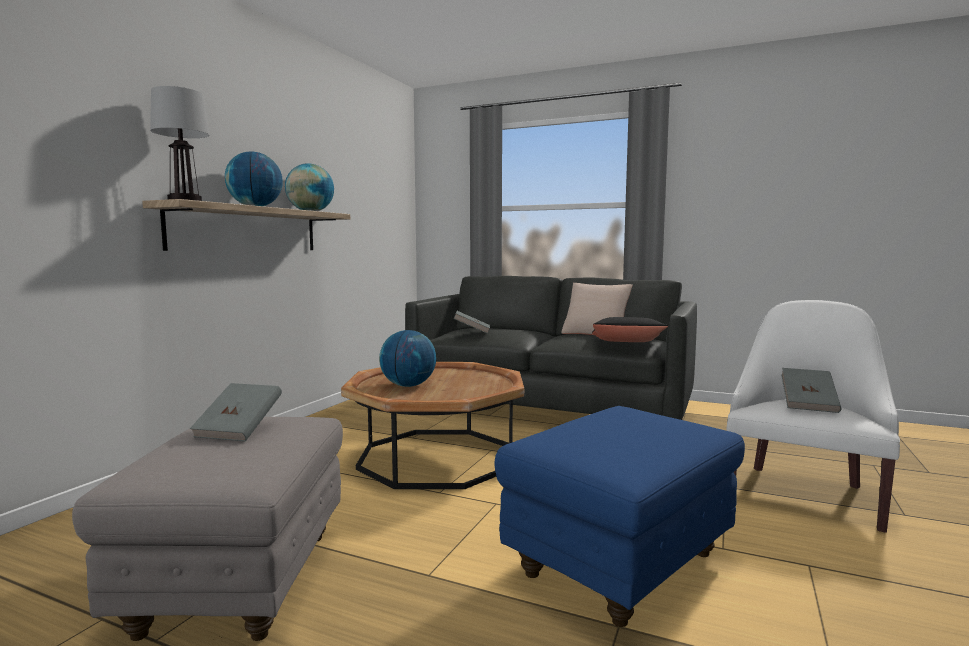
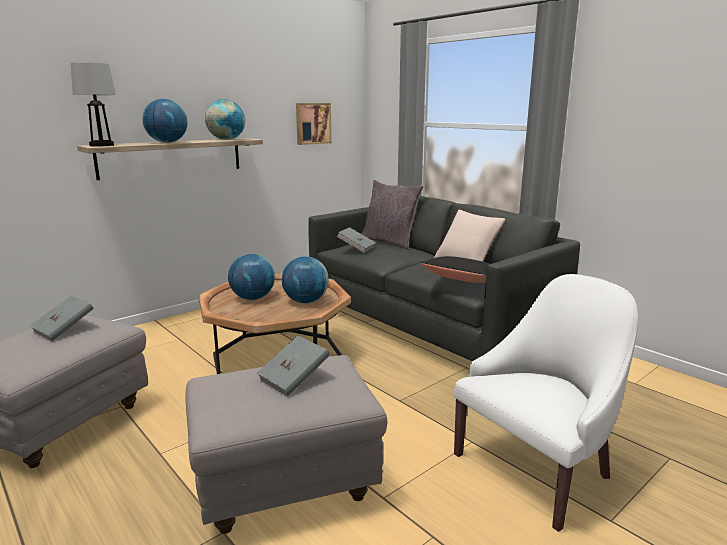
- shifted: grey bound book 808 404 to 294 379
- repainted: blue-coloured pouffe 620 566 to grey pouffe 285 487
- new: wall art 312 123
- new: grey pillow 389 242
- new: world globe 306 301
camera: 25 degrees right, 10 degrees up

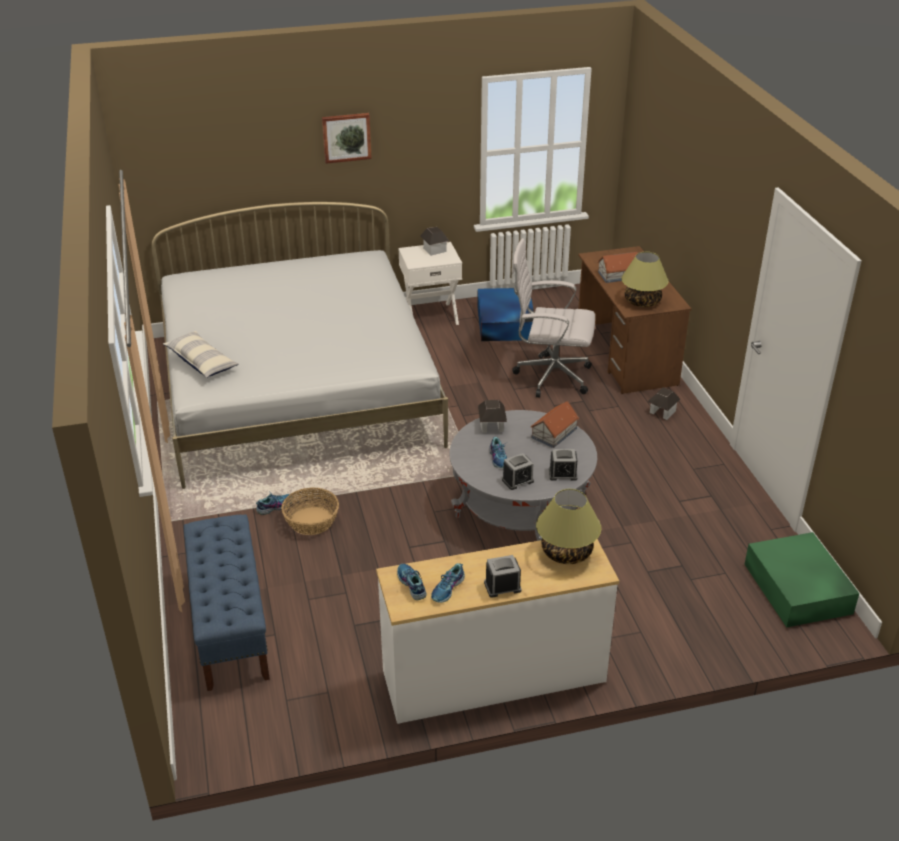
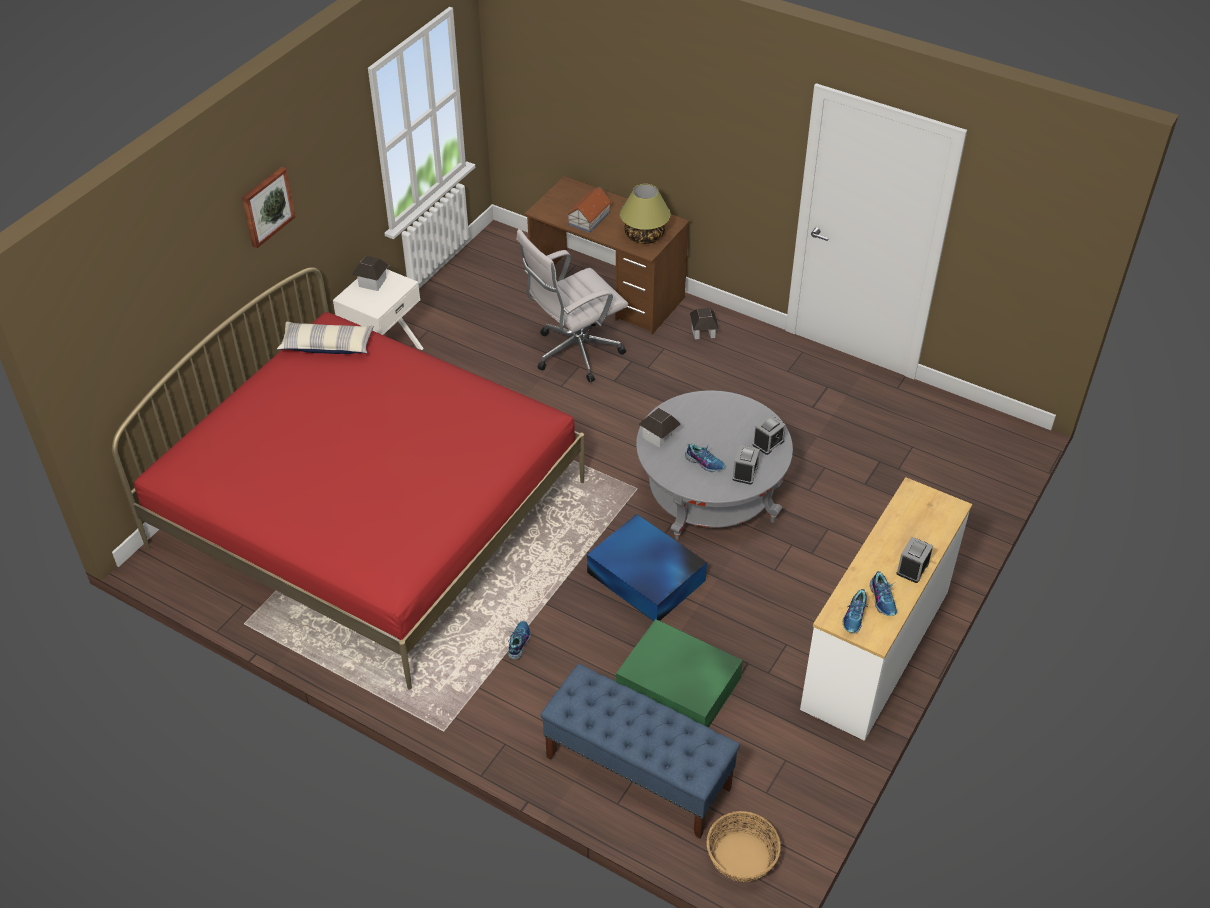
- repainted: white sleeping bed 298 389 to red sleeping bed 369 514
- shifted: blue-coloured storage box 505 323 to 647 578
- shifted: pillow 202 362 to 327 345
- gone: miniature house 554 433
- shifted: household basket 312 521 to 742 856
- gone: table lamp 567 552
- shifted: green storage box 797 589 to 679 686
- rotated: item of footwear 411 585 = 855 616 90 degrees counterclockwise
camera: 45 degrees left, 10 degrees up

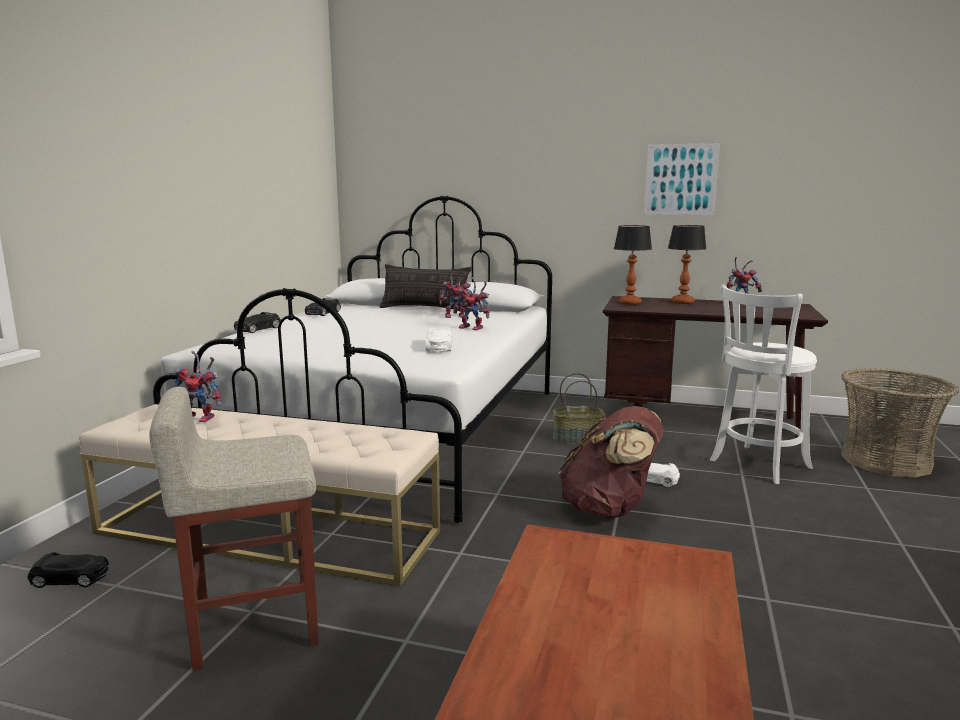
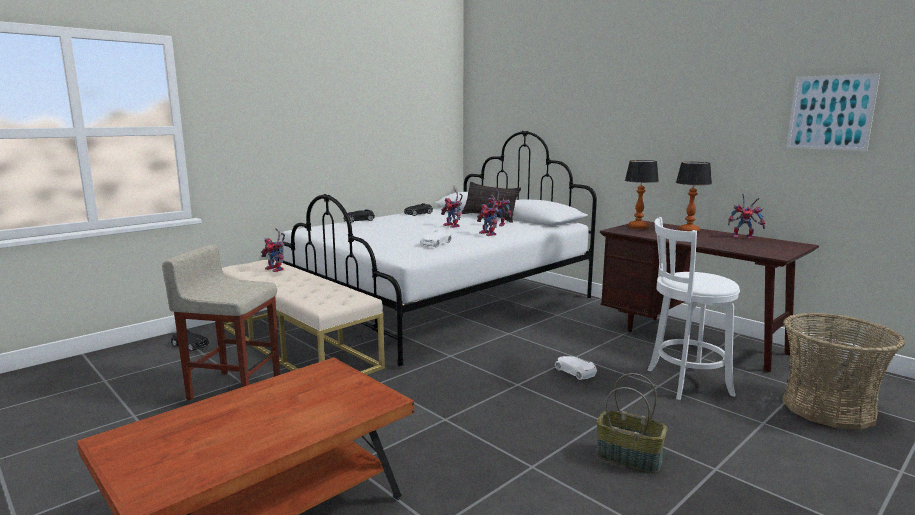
- shifted: wall art 681 179 to 830 112
- shifted: household basket 578 439 to 629 457
- gone: brown backpack 609 509
- new: model robot 453 226
camera: 30 degrees right, 0 degrees up

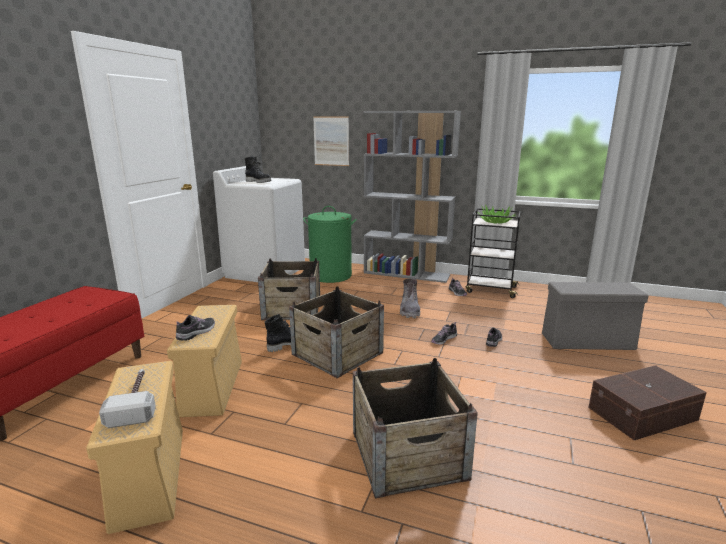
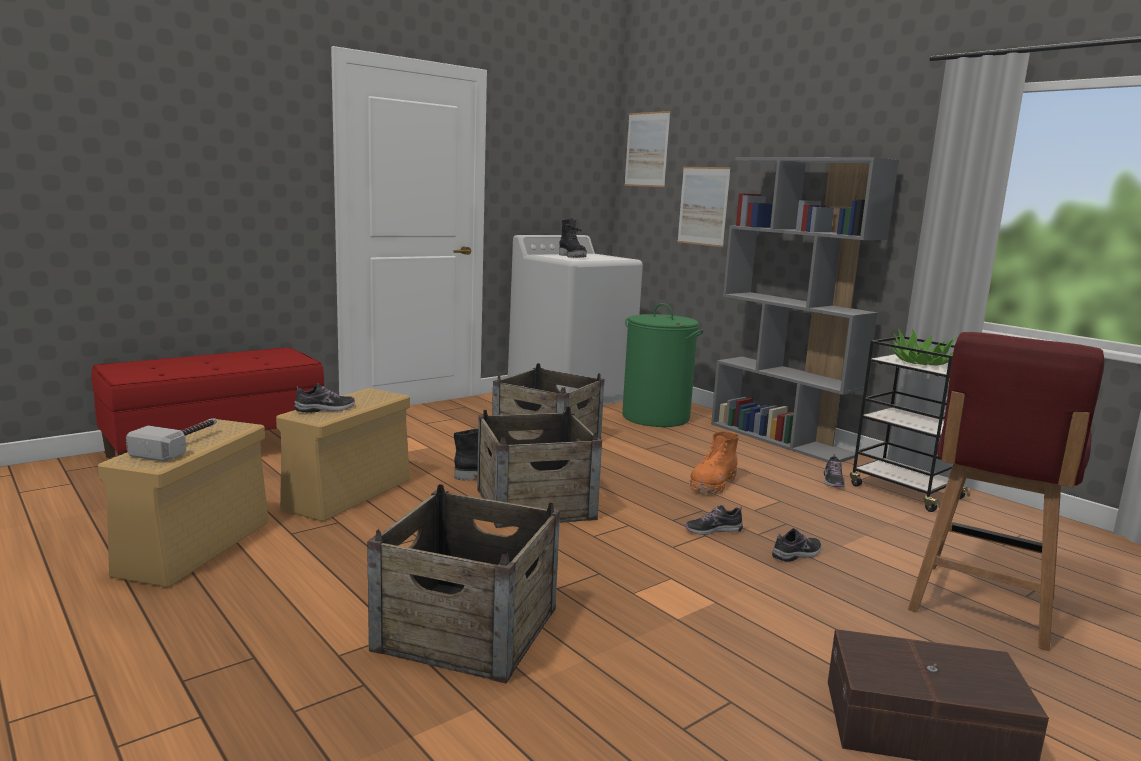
- repainted: grey high-top boot 409 311 to orange-coloured high-top boot 712 484
- swapped: grey storage box 586 341 to red plain chair 981 605
- new: wall art 647 149
camera: 30 degrees right, 5 degrees down

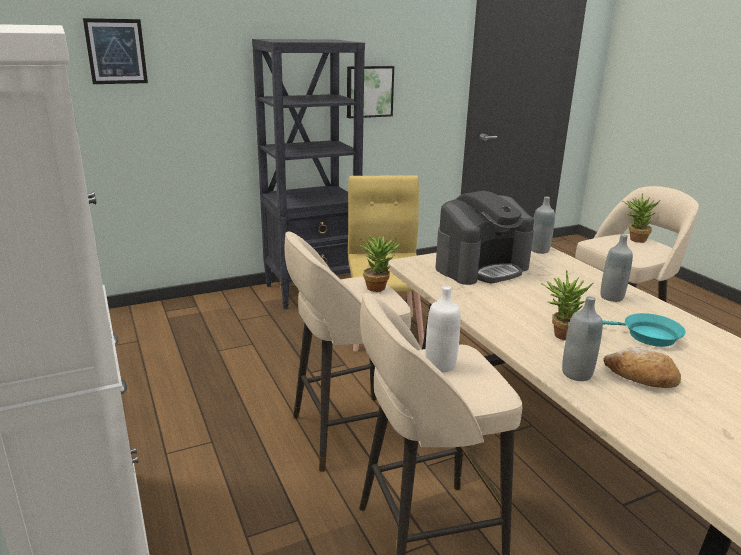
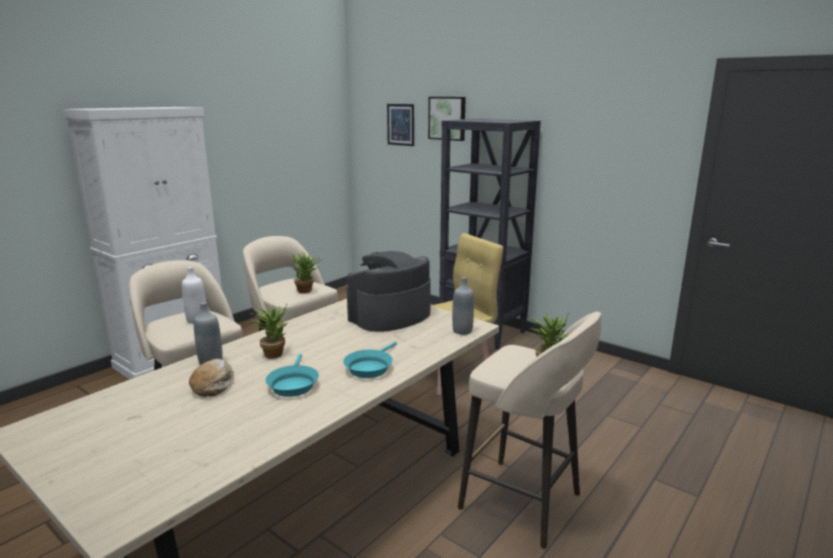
- shifted: wall art 369 91 to 447 118
- rotated: coffee machine 481 267 = 390 316 105 degrees clockwise
- swapped: grey drink bottle 611 297 to blue-green pan 370 367
camera: 65 degrees right, 5 degrees down

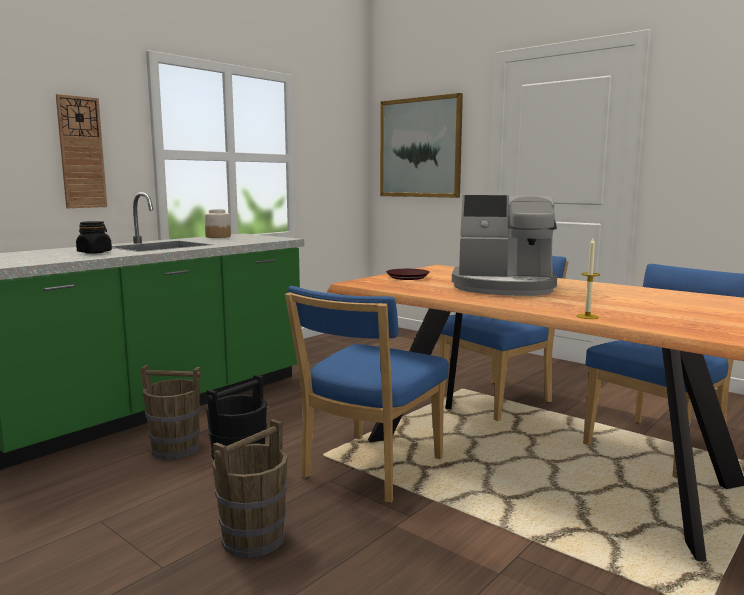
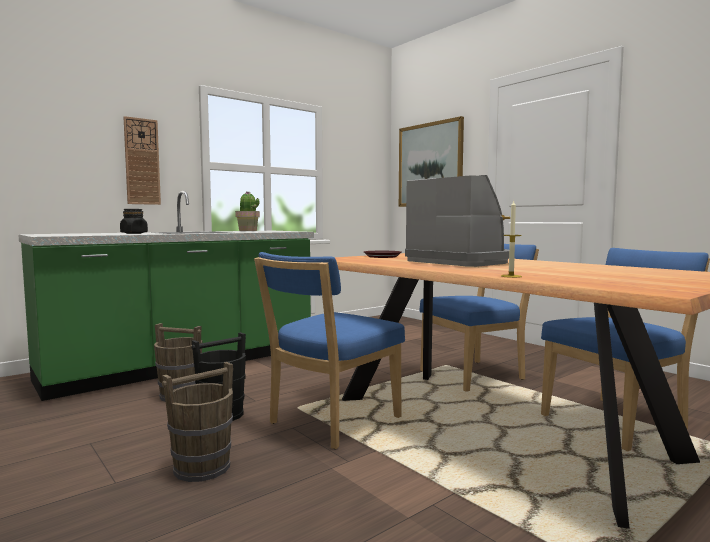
- rotated: coffee machine 504 287 = 459 262 150 degrees counterclockwise
- swapped: storage jar 218 236 to potted plant 248 230
camera: 10 degrees right, 5 degrees down

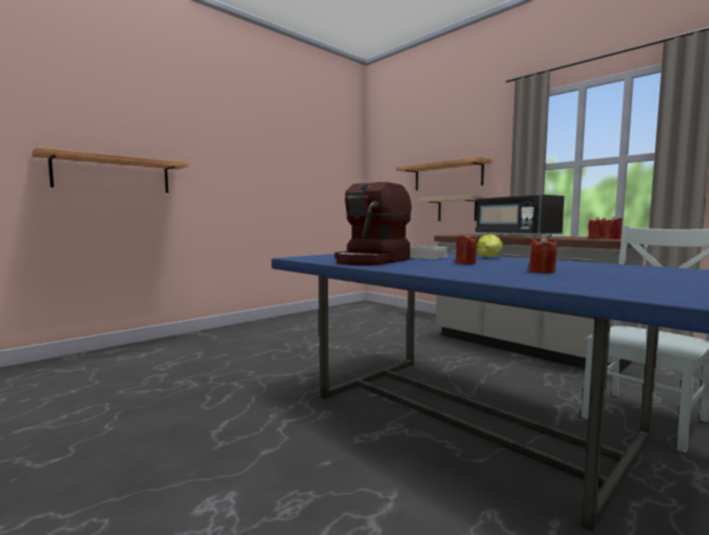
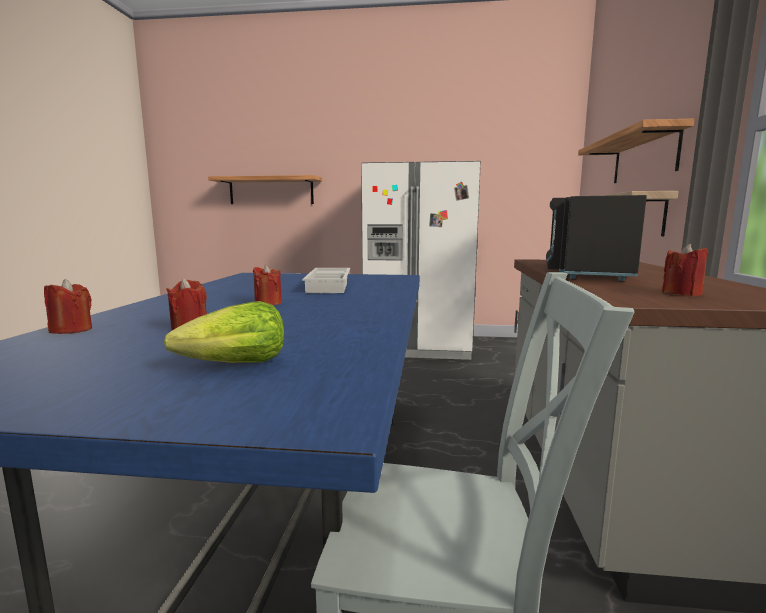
- gone: coffee machine 373 261
- shifted: red candle 611 239 to 71 330
- shifted: lettuce 490 257 to 236 365
- new: white refrigerator 418 346
camera: 50 degrees right, 5 degrees up

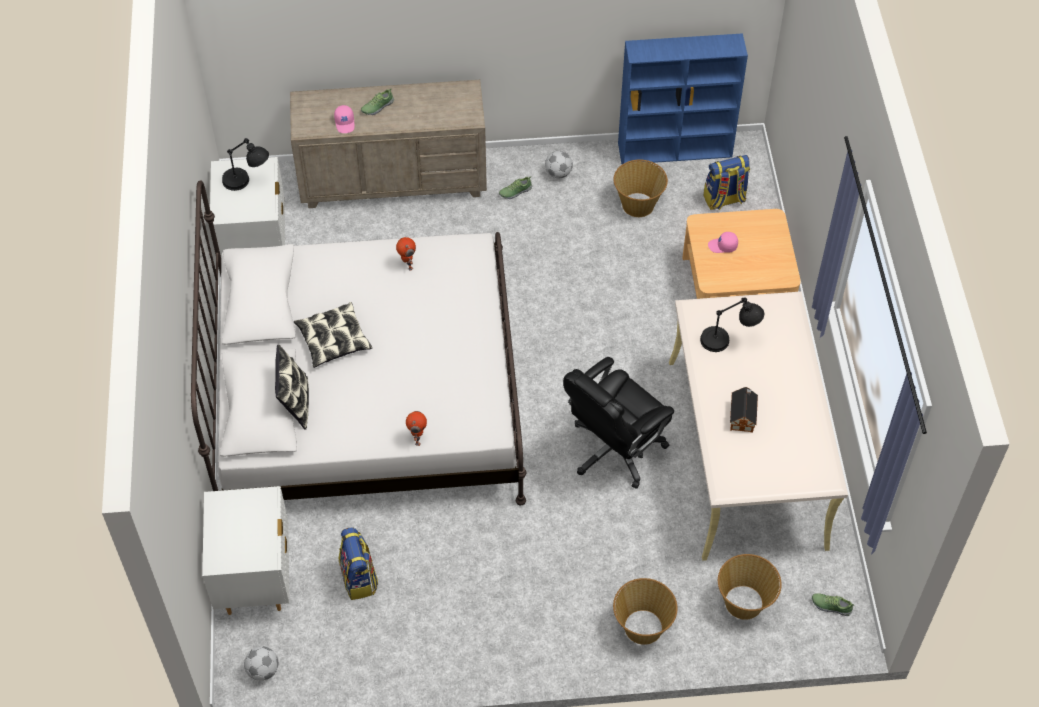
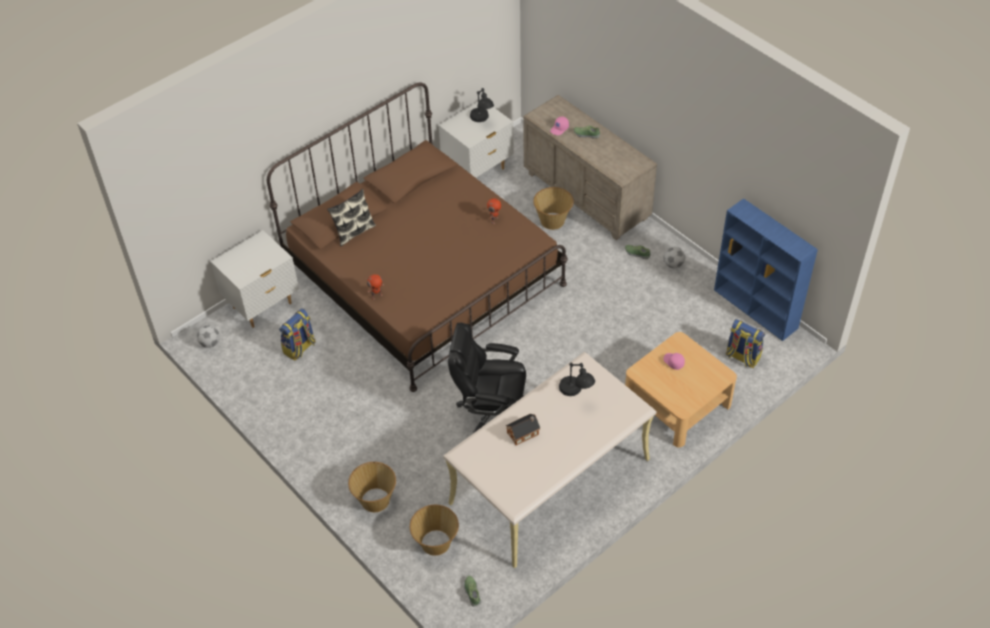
- shifted: household basket 638 204 to 553 221
- repainted: white sleeping bed 368 396 to brown sleeping bed 424 278
- gone: pillow 333 340
camera: 55 degrees right, 5 degrees down

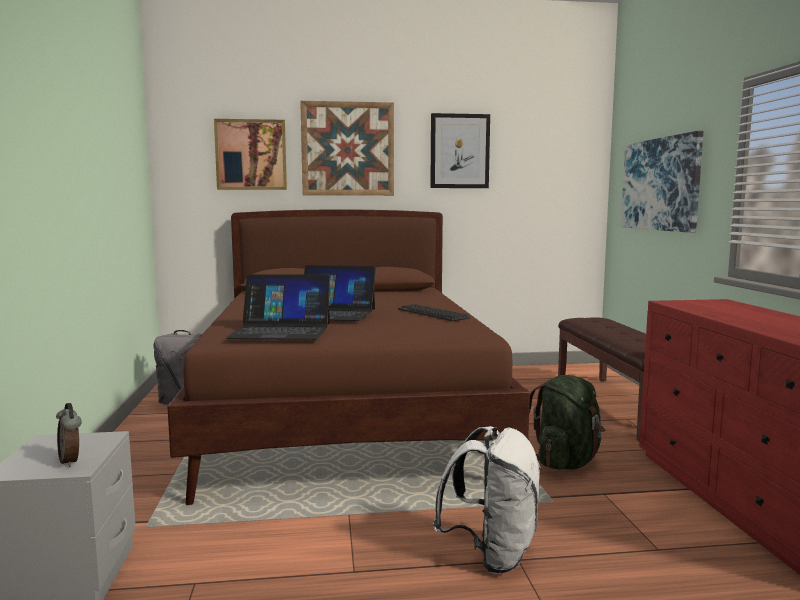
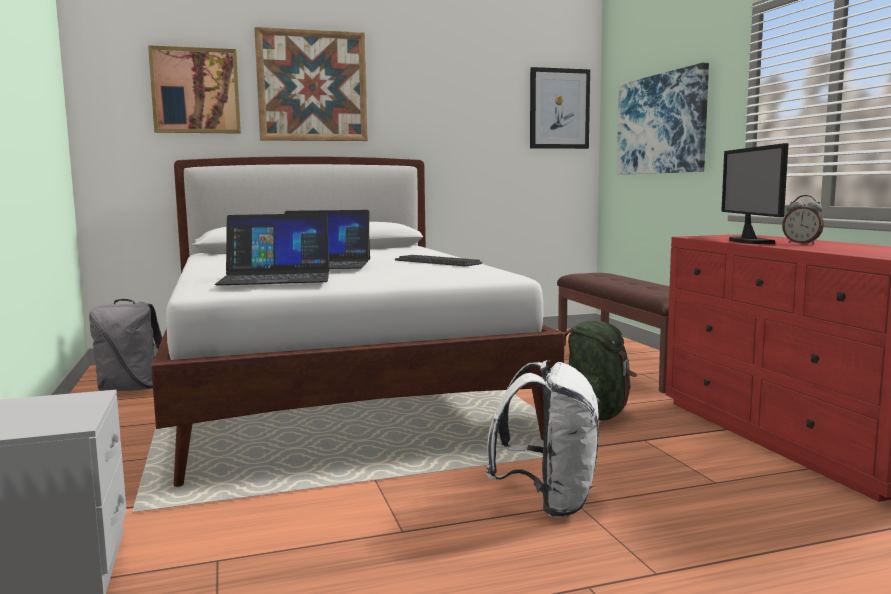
- shifted: wall art 459 151 to 559 109
- repainted: brown sleeping bed 347 418 to white sleeping bed 337 391
- shifted: bedside clock 71 461 to 802 243
- new: computer display 748 241
camera: 10 degrees left, 0 degrees up

